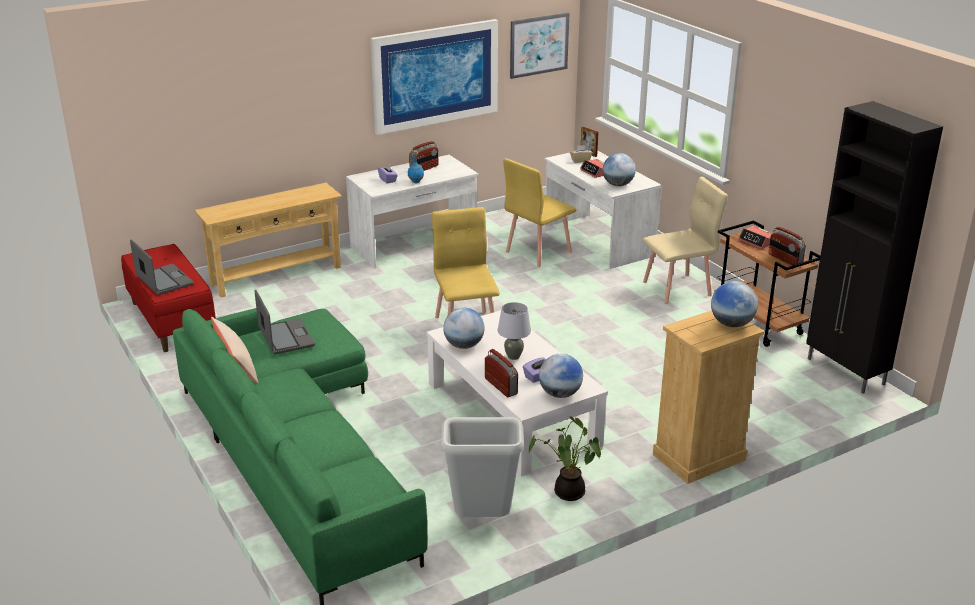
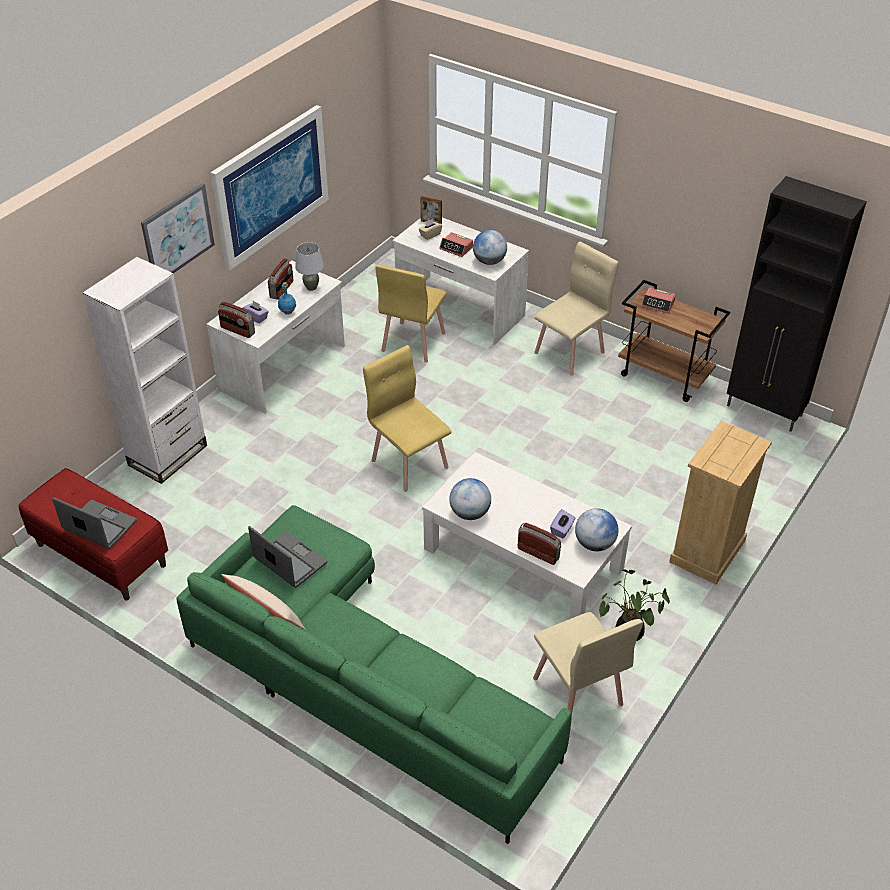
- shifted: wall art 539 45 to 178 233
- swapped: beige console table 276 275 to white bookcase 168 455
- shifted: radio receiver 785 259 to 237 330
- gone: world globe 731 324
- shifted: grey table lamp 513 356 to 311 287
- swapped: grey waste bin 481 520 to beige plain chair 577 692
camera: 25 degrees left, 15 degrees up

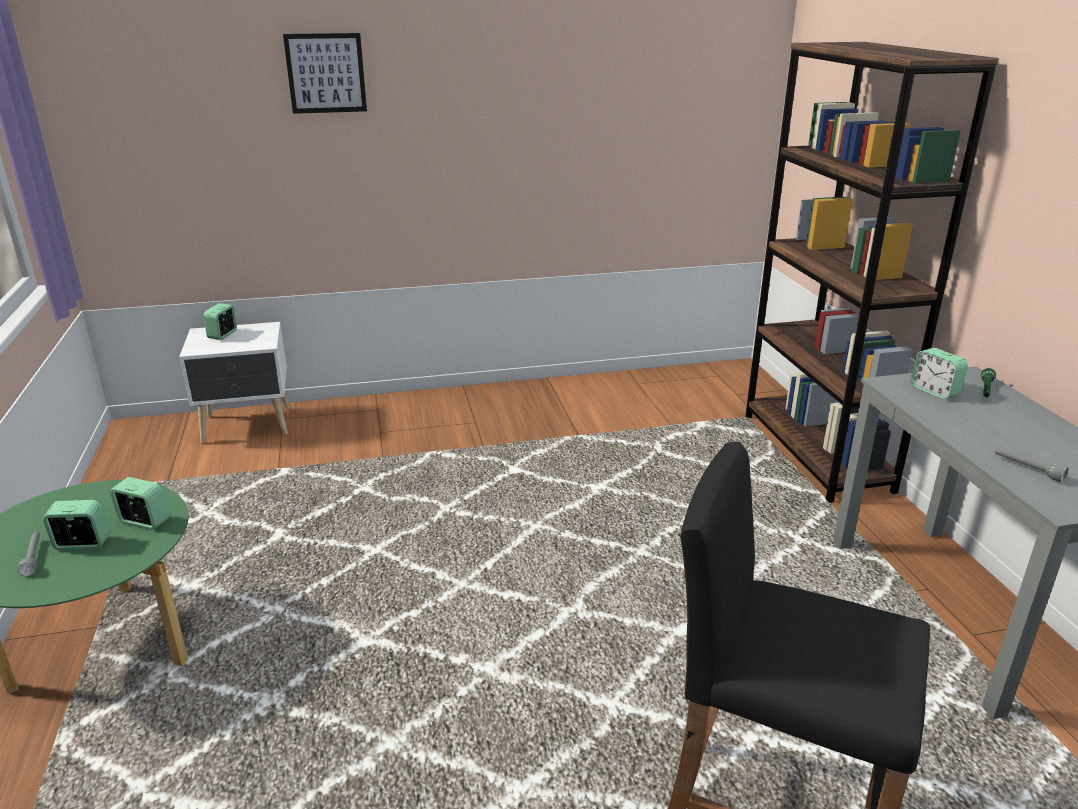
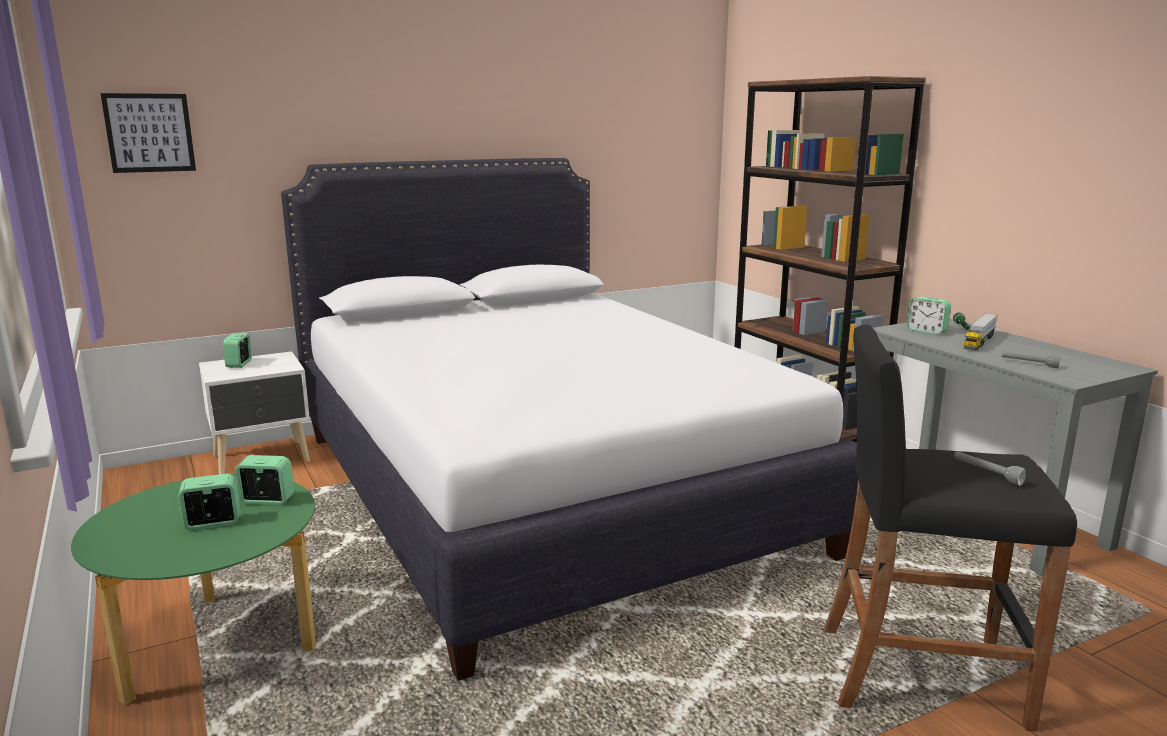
- shifted: wall art 326 73 to 149 133
- shifted: grey flashlight 33 557 to 986 473
- new: white sleeping bed 538 490
- new: toy lorry 979 342
camera: 15 degrees left, 10 degrees down

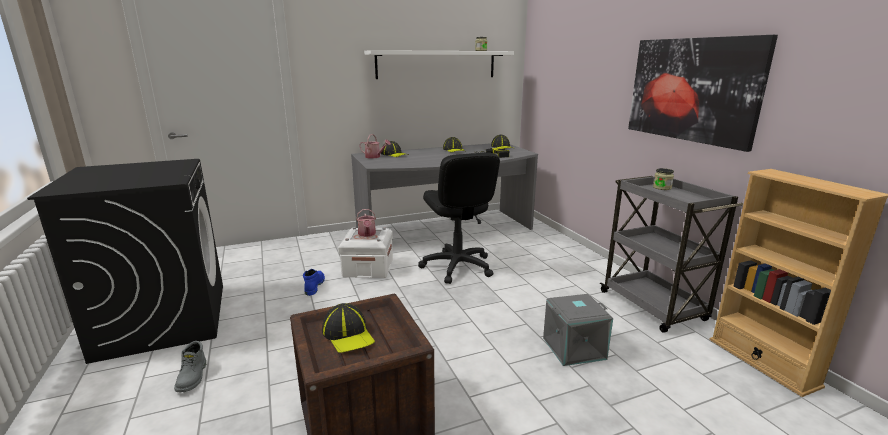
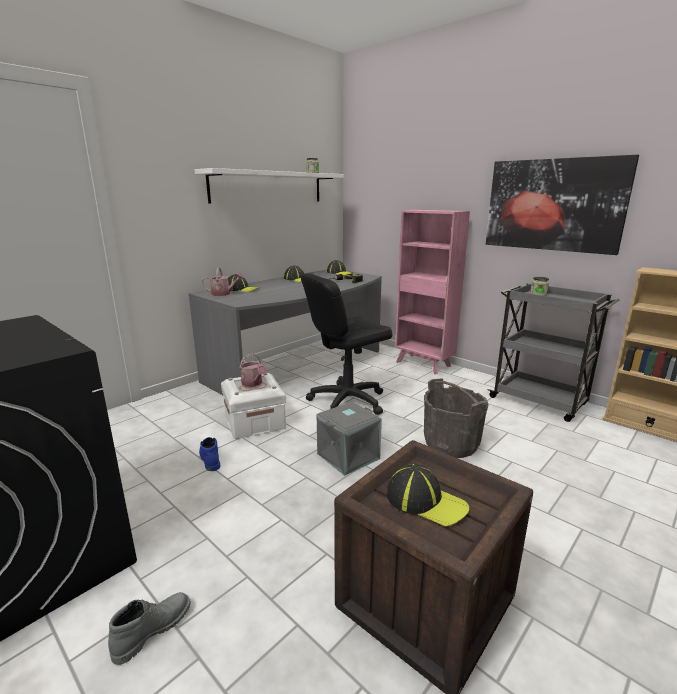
- rotated: blackish desk chair 457 267 = 347 401 105 degrees clockwise
- shifted: grey storage box 573 347 to 348 455
- rotated: grey high-top boot 193 377 = 152 629 105 degrees counterclockwise
- new: pinkish bookcase 424 364
- new: grey bucket 451 443
camera: 25 degrees left, 0 degrees up

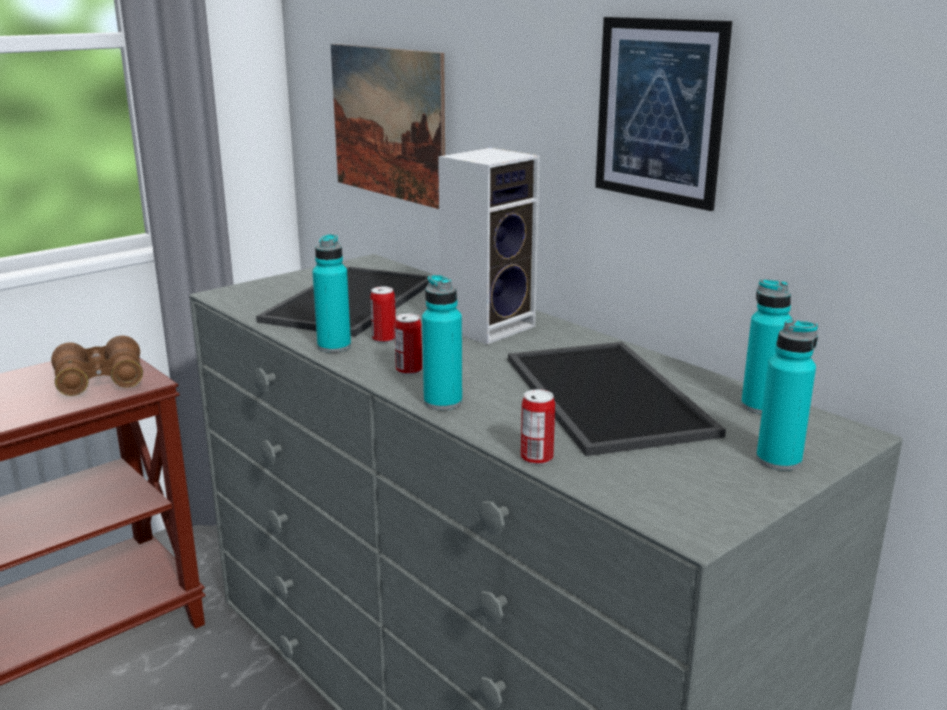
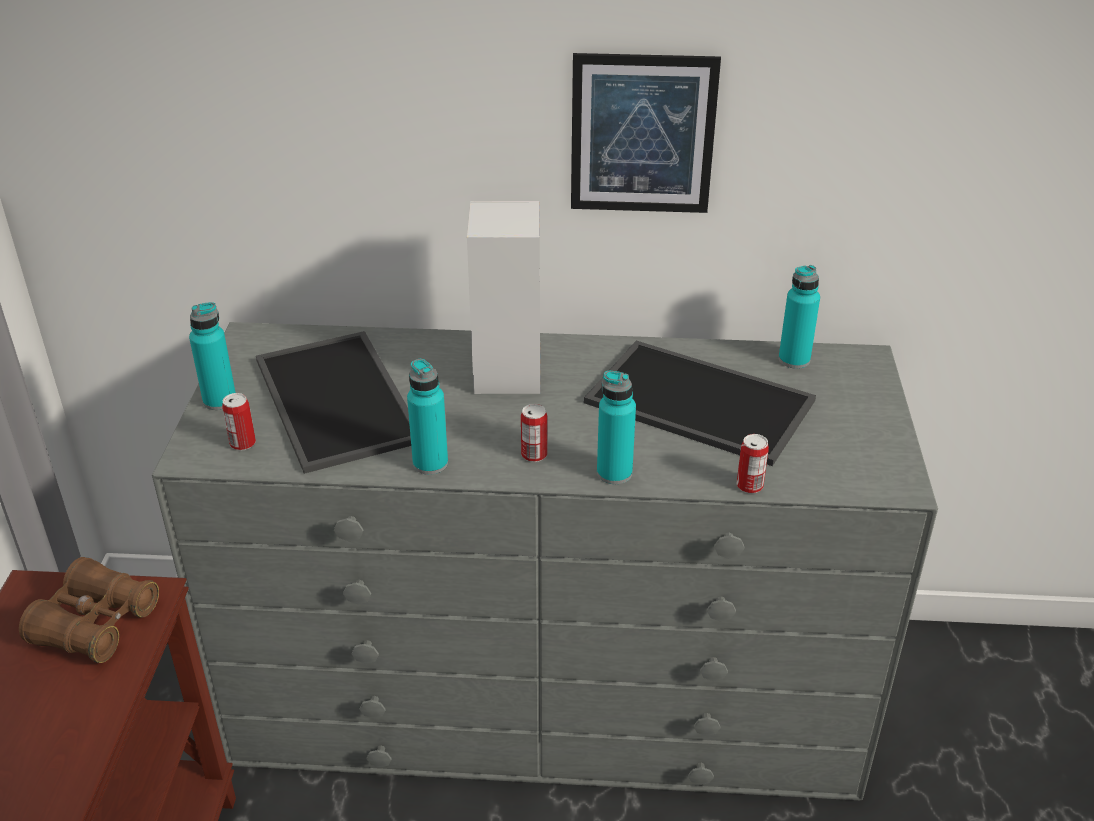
- gone: wall art 387 123
- shifted: metal can 384 339 to 242 443
- shifted: blue-green drink bottle 778 460 to 219 400
camera: 45 degrees left, 15 degrees up

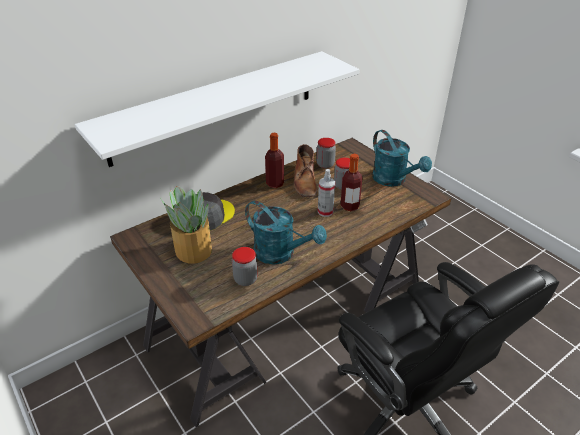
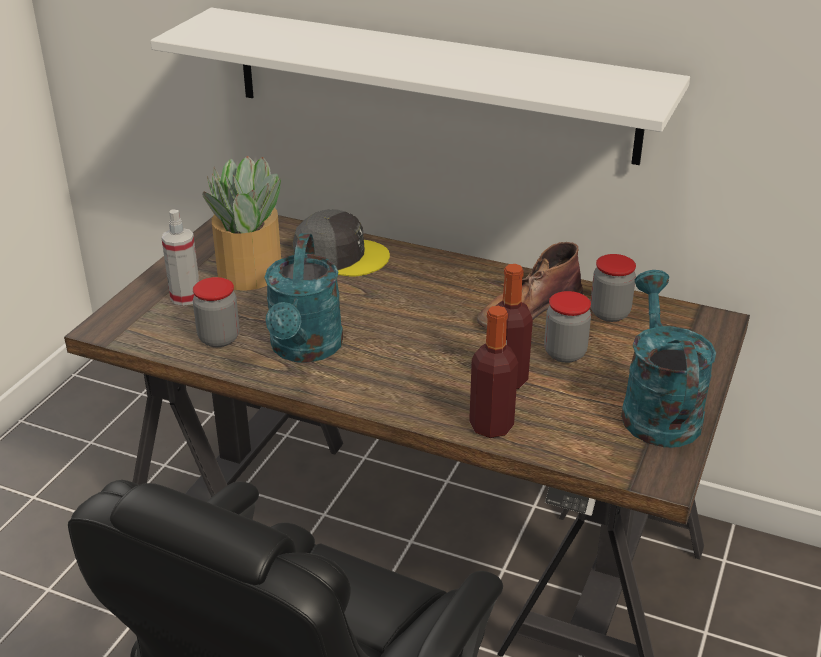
- rotated: blue-green watering can 393 180 = 657 408 150 degrees clockwise
- shifted: drink bottle 275 183 to 491 426
- shifted: sprayer 325 212 to 185 297
camera: 60 degrees right, 5 degrees down

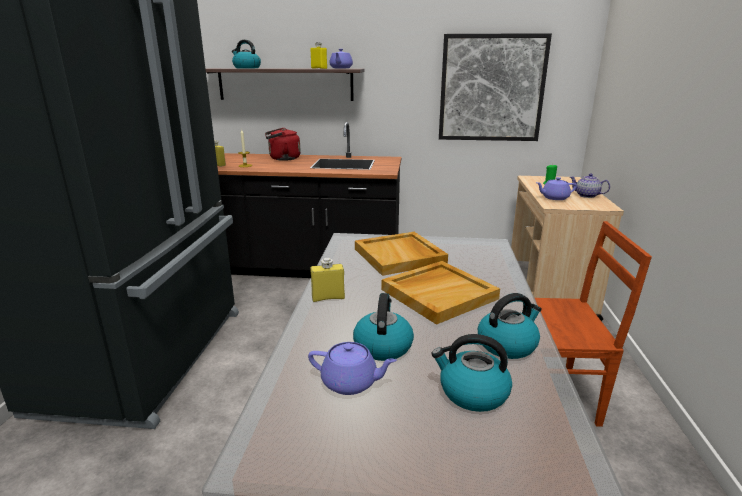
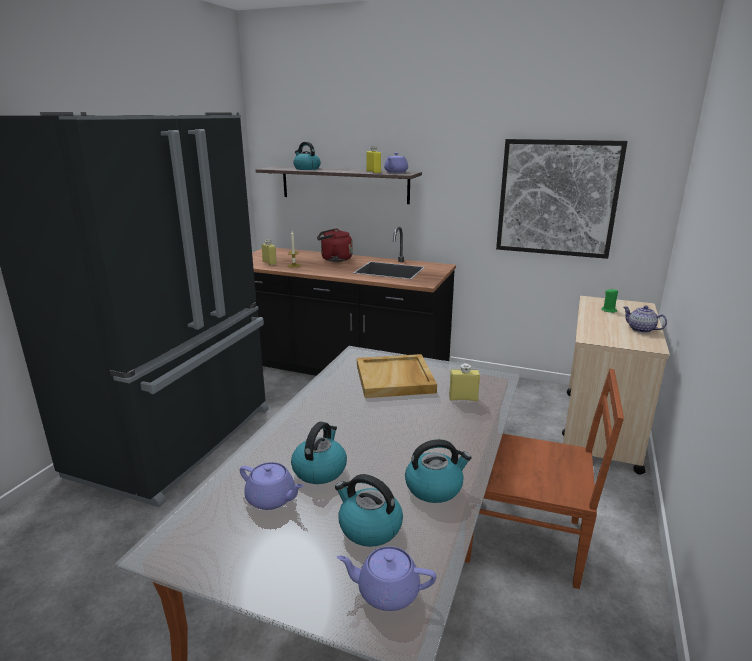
- shifted: purplish pot for tea 554 198 to 386 591
- shifted: yellow drink bottle 328 298 to 463 398
- gone: beige serving tray 439 293
camera: 15 degrees right, 0 degrees up

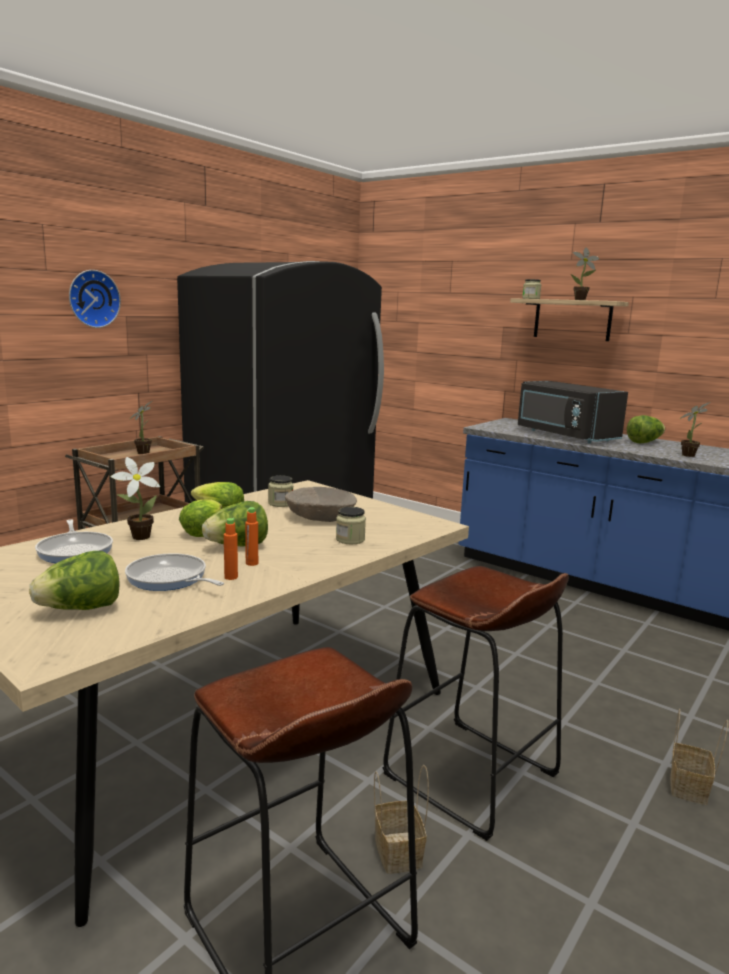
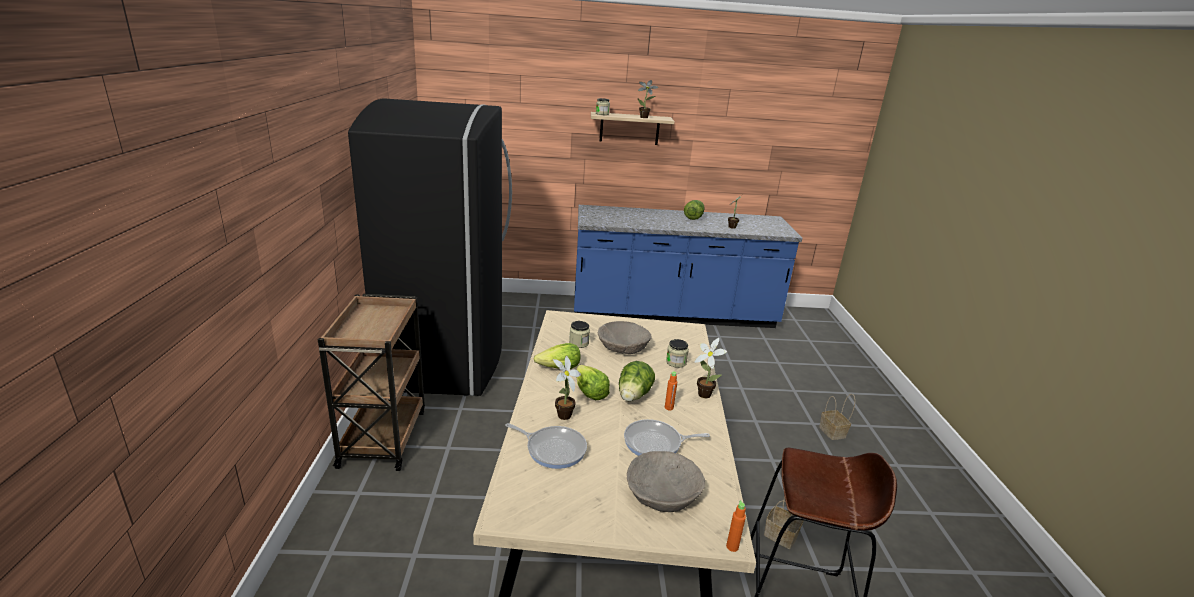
- gone: hanging clock 92 299
- gone: blackish microwave 564 435
- shifted: potted plant 145 452 to 703 393
- shifted: orange-coloured drink bottle 231 577 to 732 547
- swapped: lettuce 81 609 to beige deep dish 663 493
- gone: brown sitting stool 470 775
camera: 40 degrees left, 10 degrees up

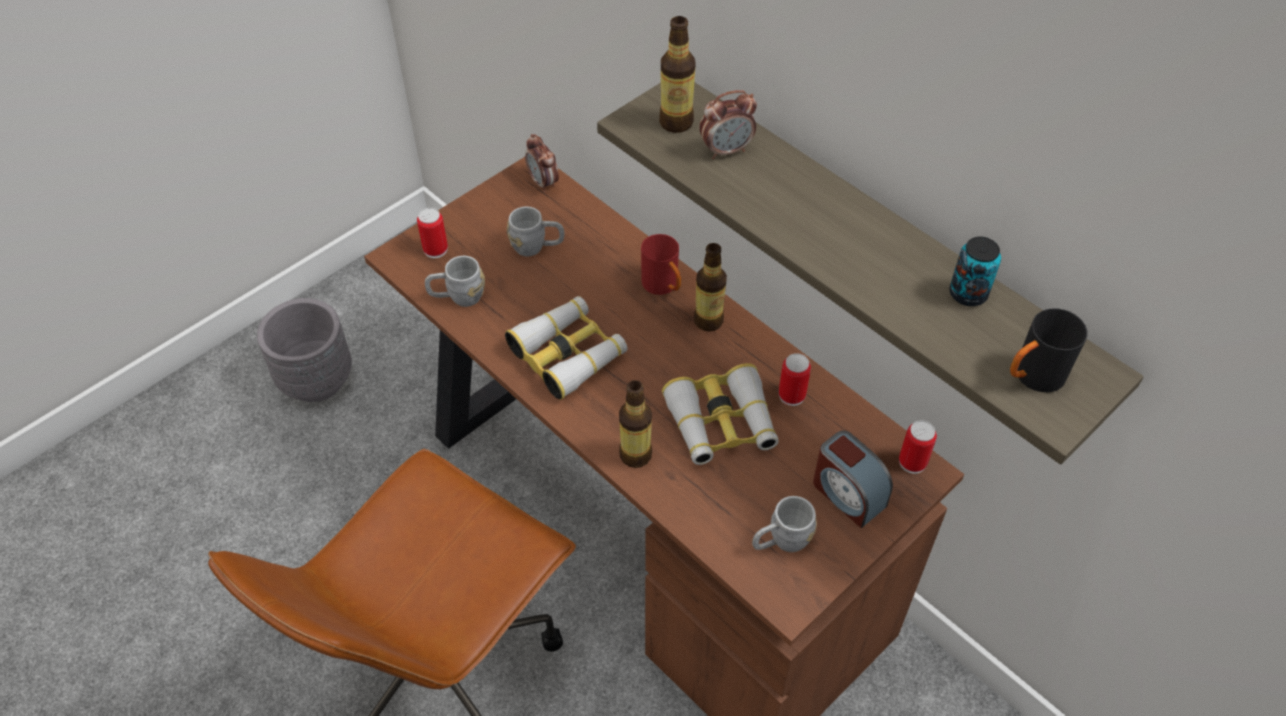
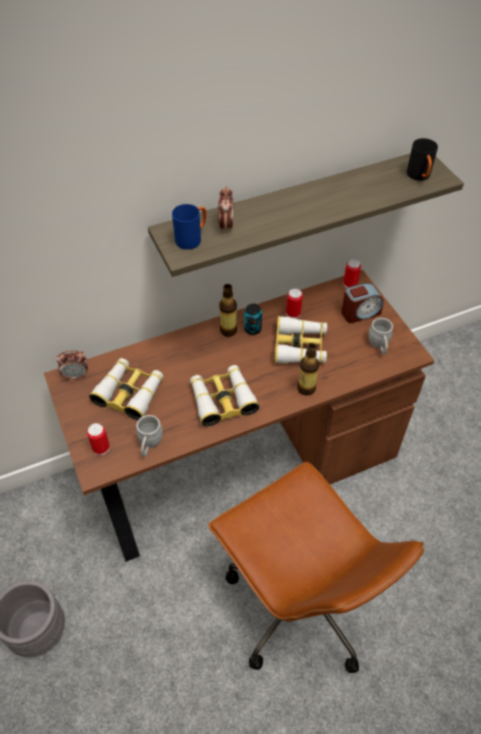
- swapped: drink bottle 676 122 to blue-coloured mug 192 238
- swapped: grey mug 537 247 to binoculars 129 393
- gone: red mug 664 287
- shifted: metal can 968 294 to 252 329
camera: 70 degrees left, 0 degrees up

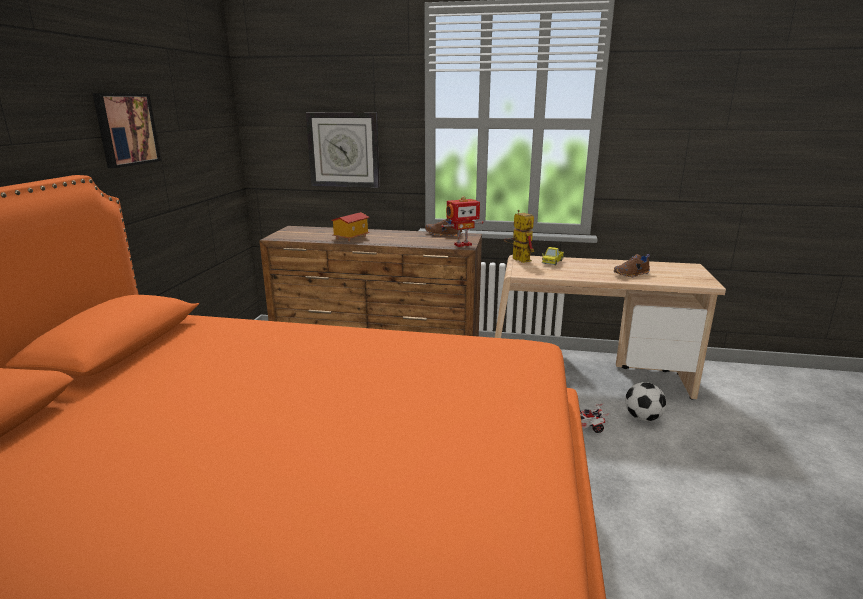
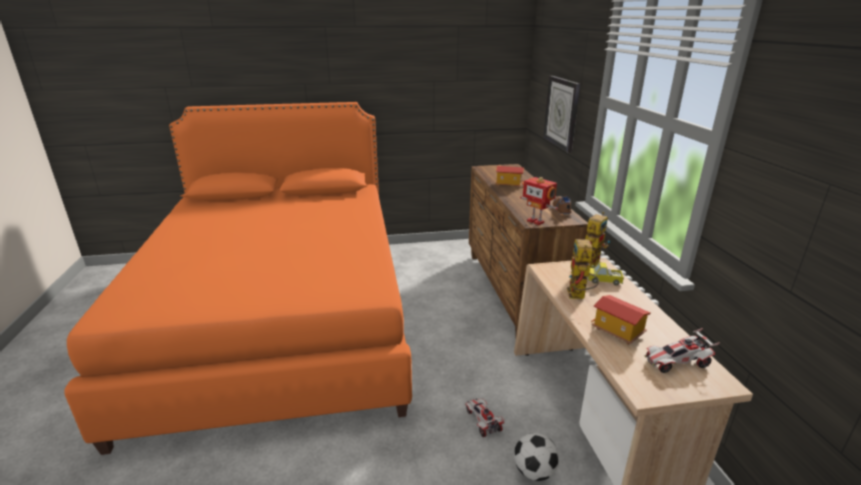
- gone: wall art 125 129
- swapped: brown item of footwear 632 274 to miniature house 616 332
- new: model robot 578 296
- new: model car 676 362
camera: 70 degrees right, 5 degrees up

